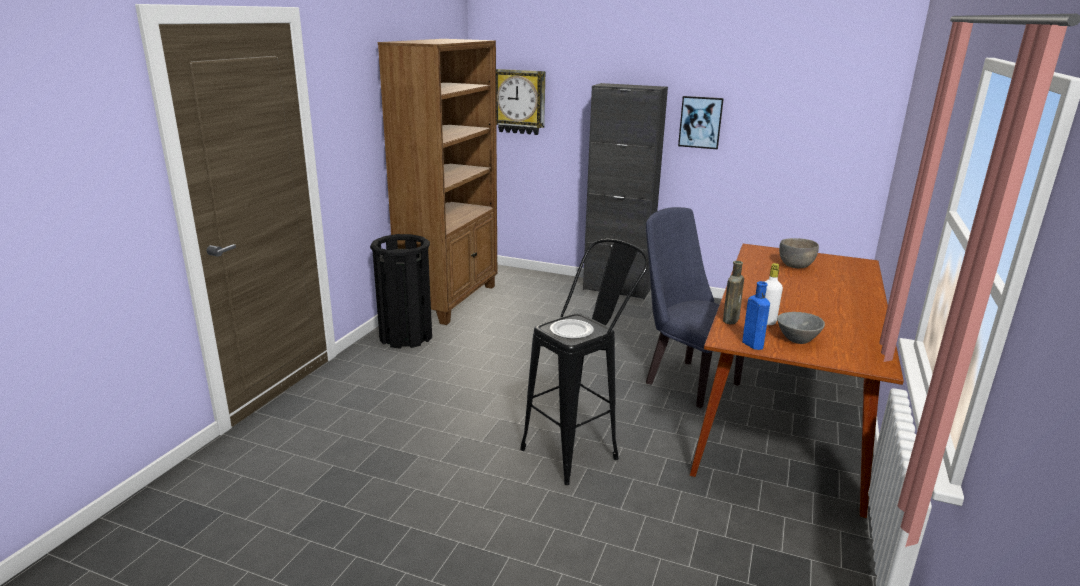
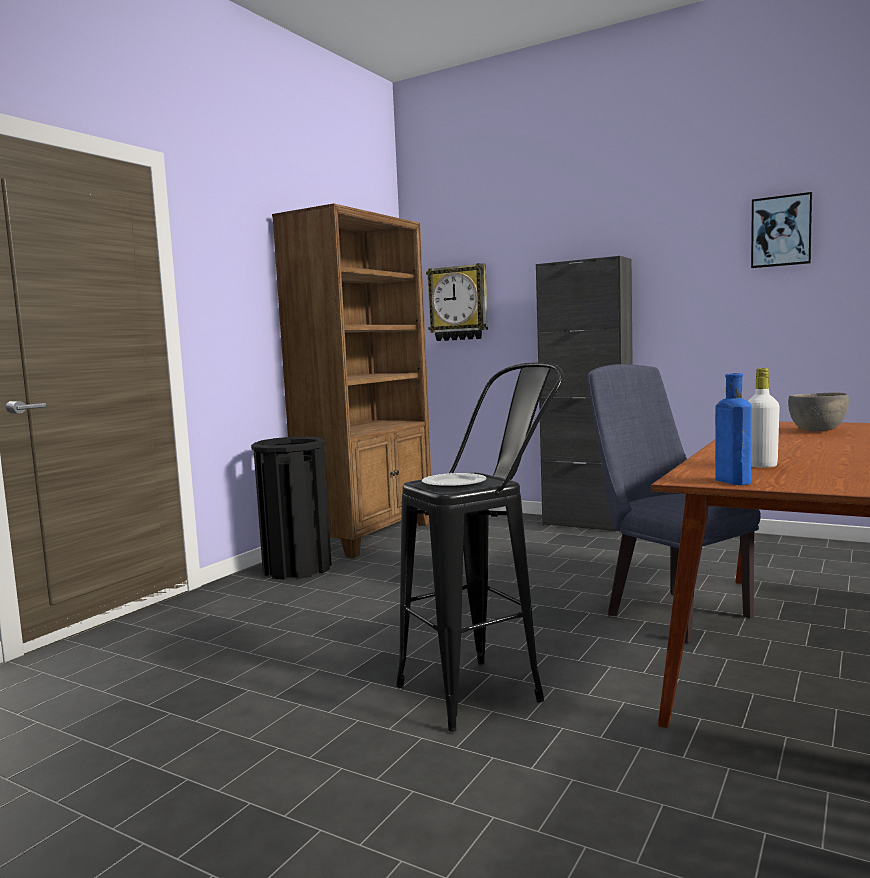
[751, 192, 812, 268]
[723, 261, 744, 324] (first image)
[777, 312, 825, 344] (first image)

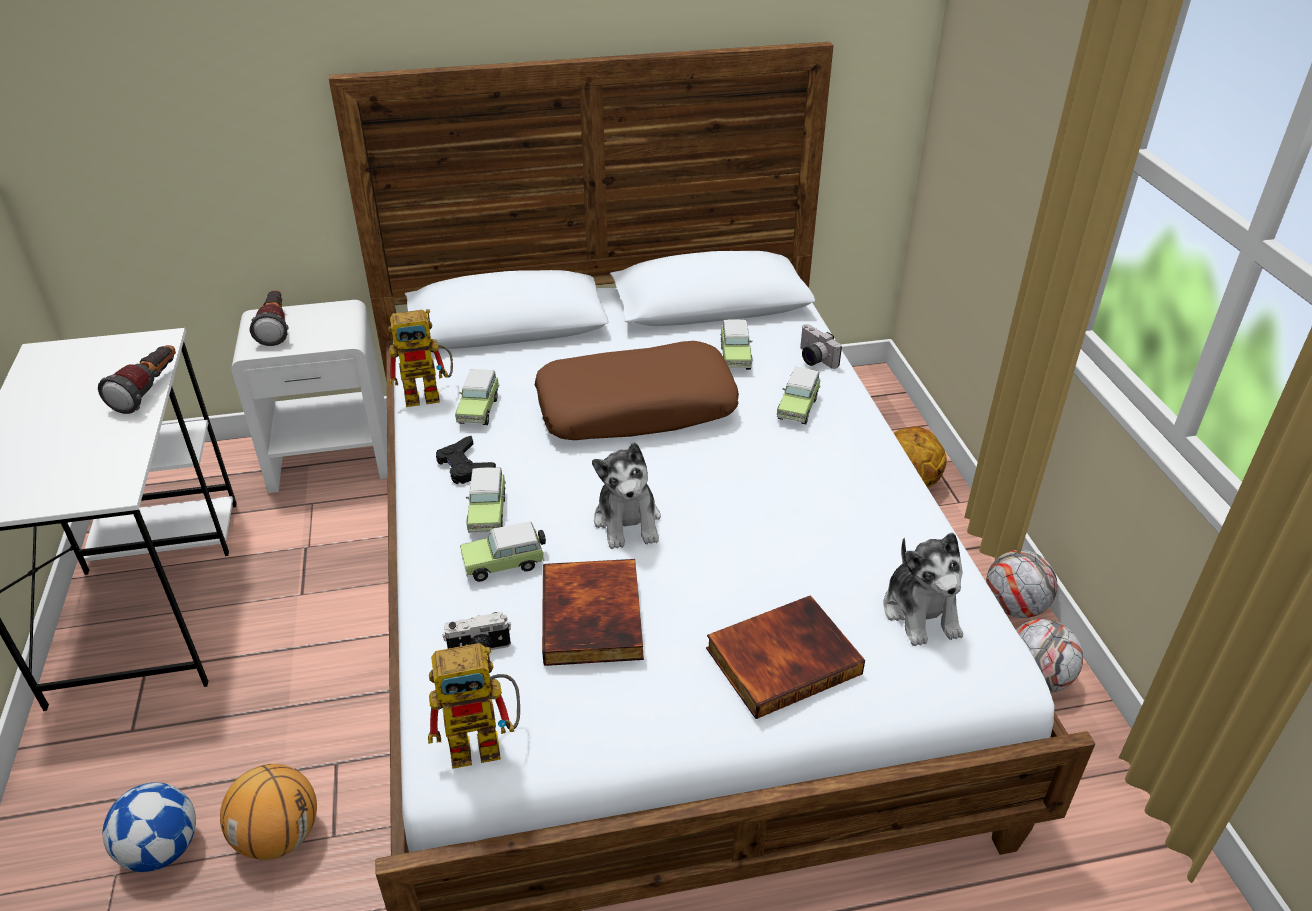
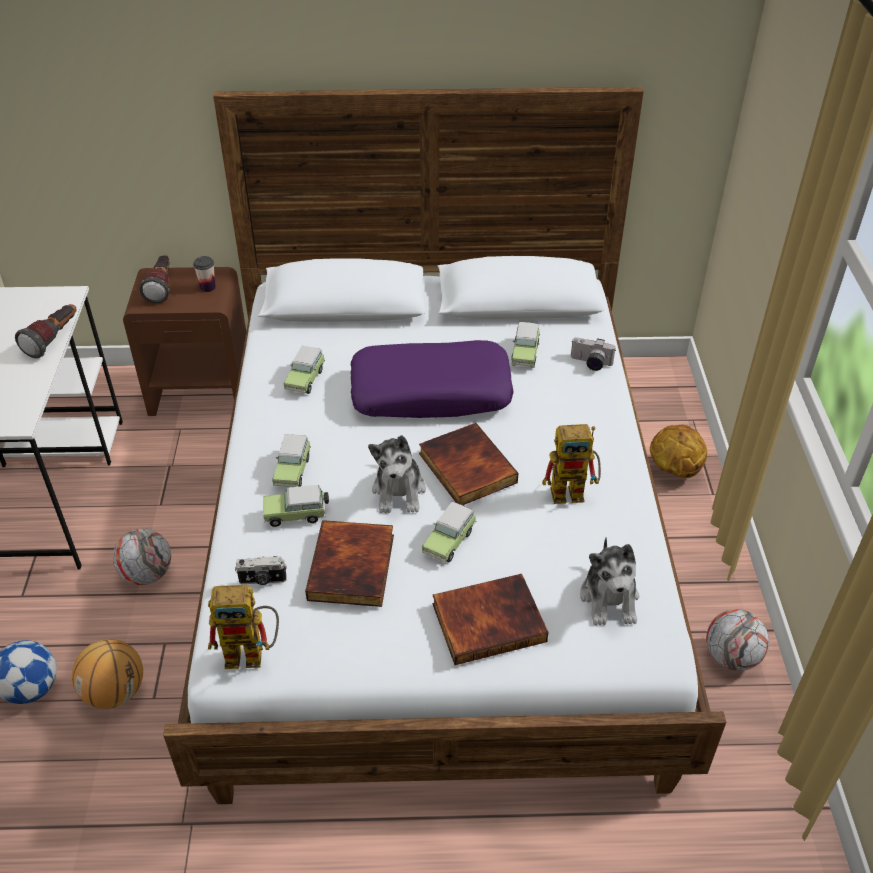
[113, 529, 171, 585]
[123, 267, 246, 416]
[193, 256, 216, 292]
[351, 340, 514, 418]
[419, 423, 518, 505]
[422, 502, 476, 563]
[542, 424, 601, 504]
[571, 337, 616, 371]
[436, 436, 496, 484] (first image)

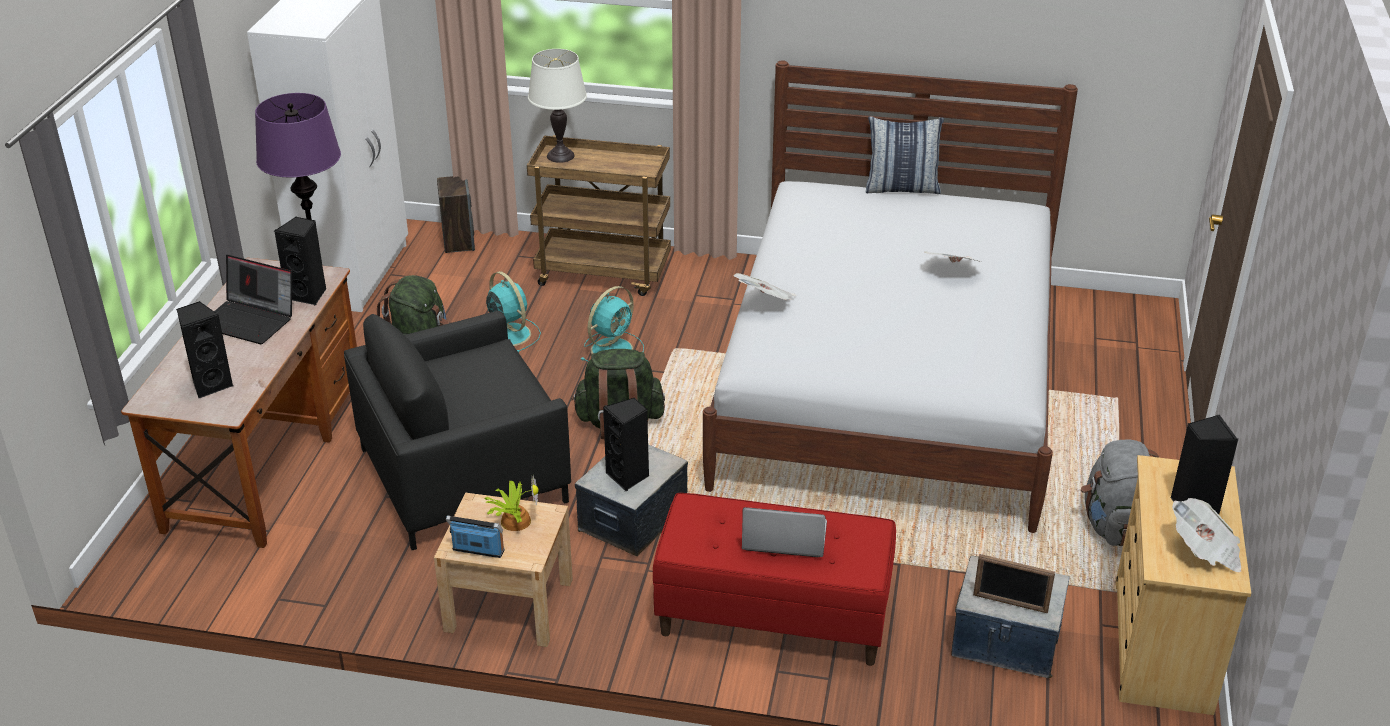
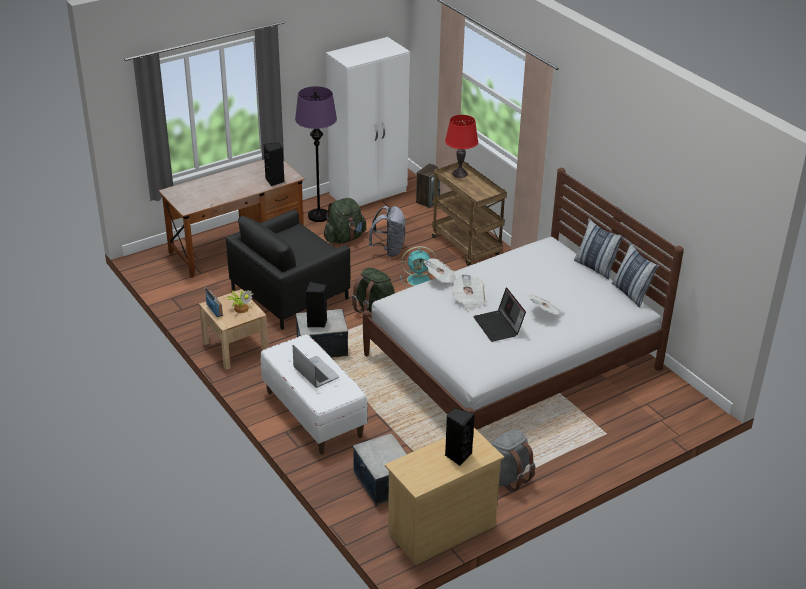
[226, 209, 350, 330]
[260, 334, 367, 454]
[369, 206, 406, 257]
[445, 115, 478, 178]
[452, 274, 486, 312]
[473, 287, 526, 342]
[612, 242, 659, 308]
[176, 301, 234, 398] (first image)
[973, 554, 1055, 614] (first image)

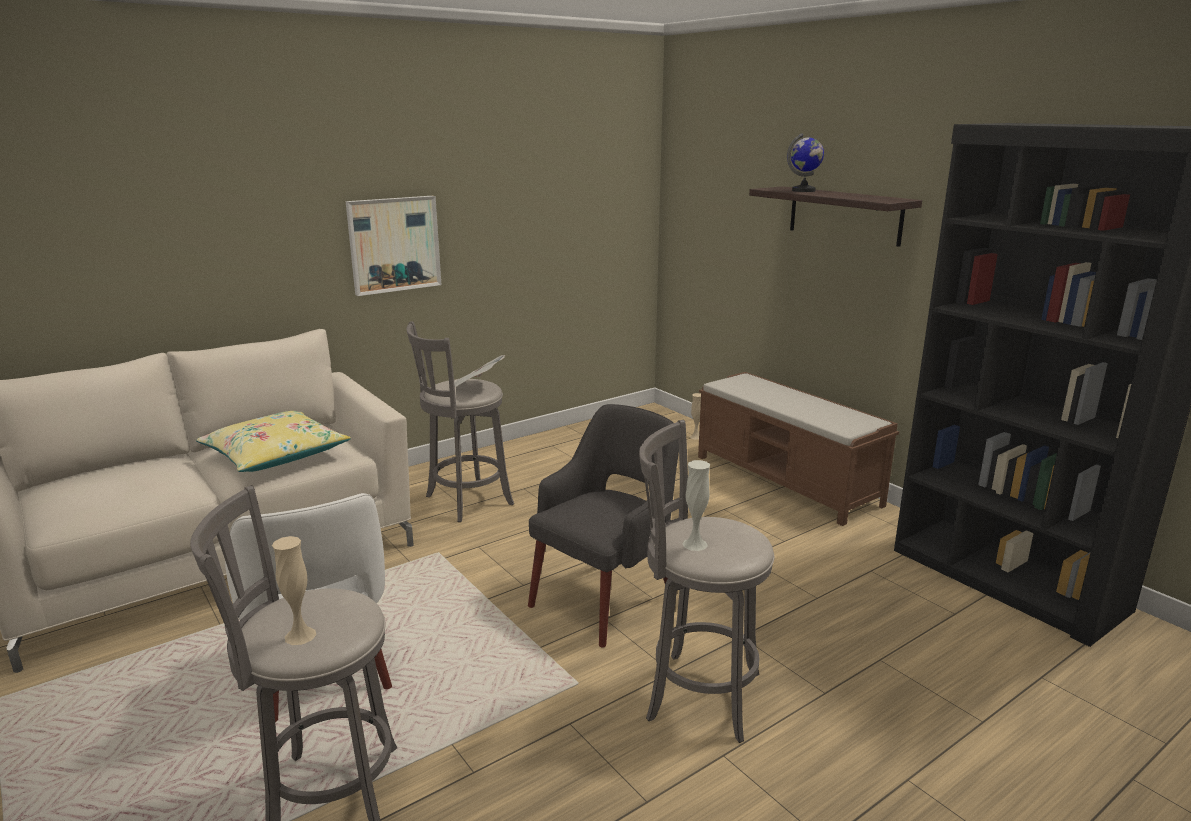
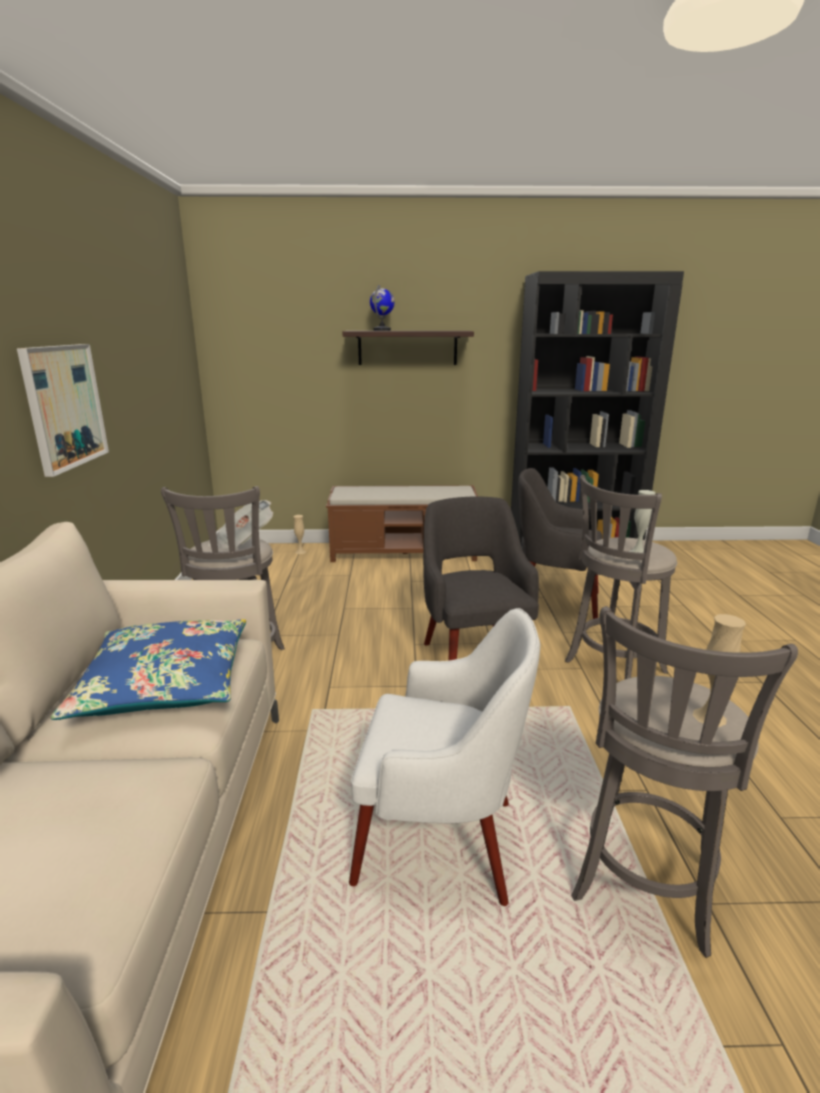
[51, 619, 246, 720]
[518, 468, 602, 619]

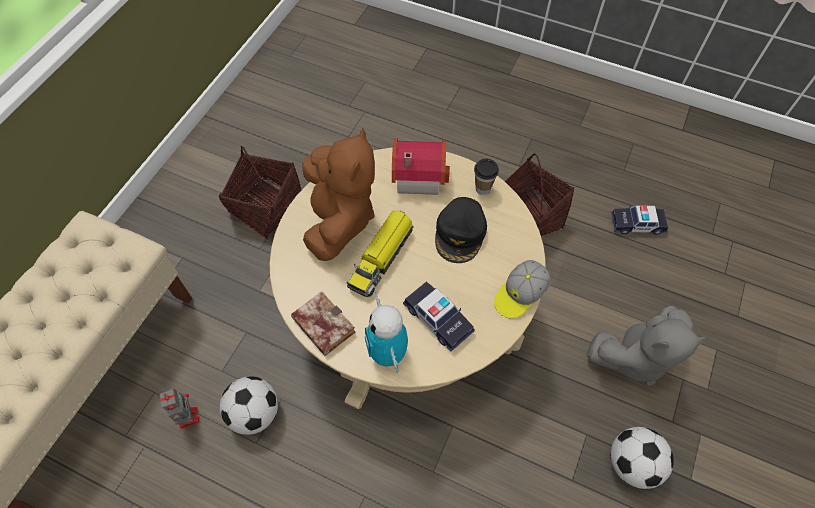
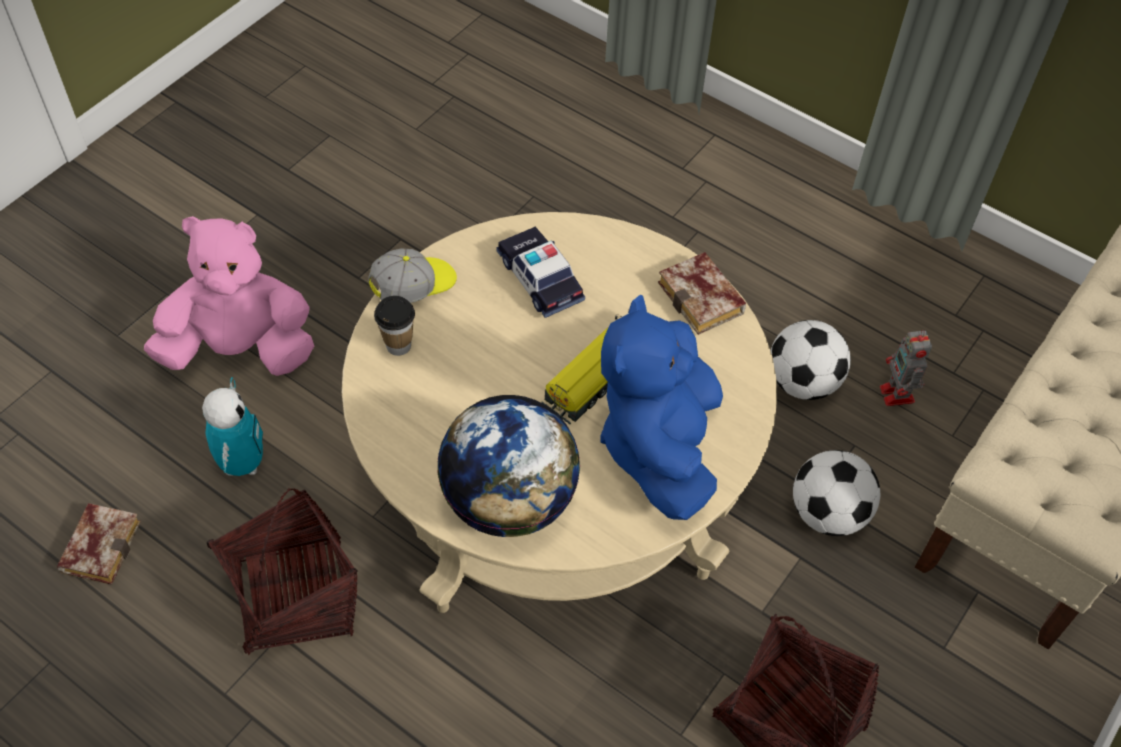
[57, 503, 141, 585]
[144, 216, 314, 376]
[202, 377, 263, 476]
[374, 296, 415, 356]
[437, 395, 580, 537]
[600, 295, 723, 520]
[793, 450, 880, 536]
[435, 197, 487, 263] (first image)

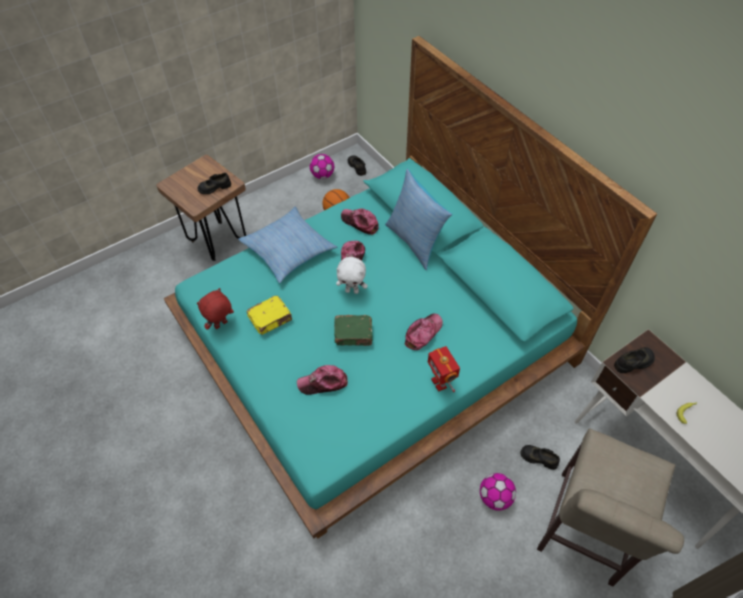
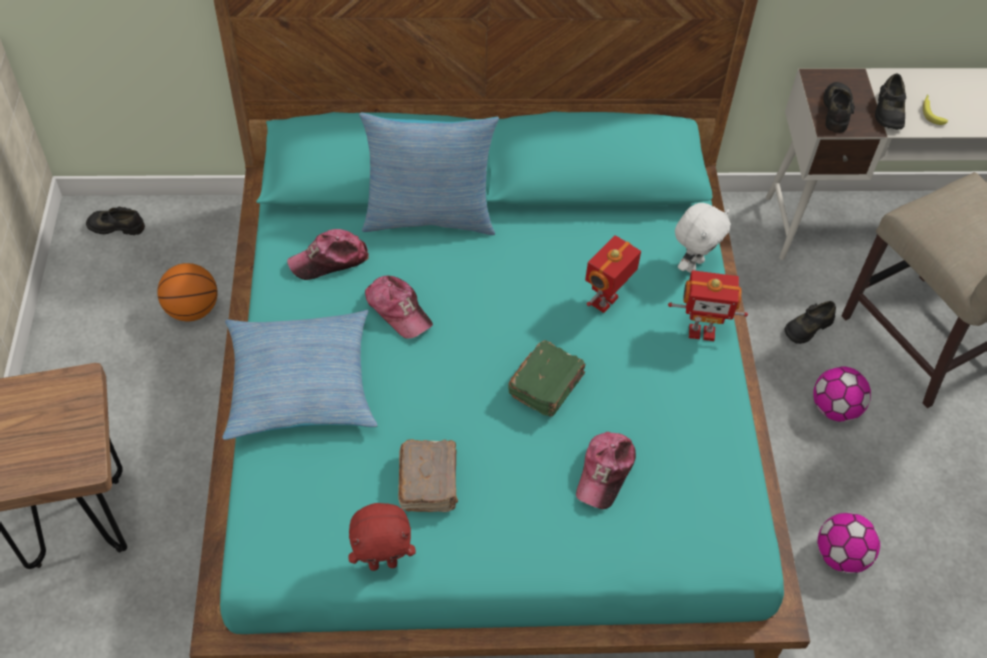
[348, 503, 416, 571]
[398, 439, 458, 512]
[585, 235, 641, 313]
[675, 203, 731, 273]
[818, 512, 880, 574]
[875, 73, 906, 130]

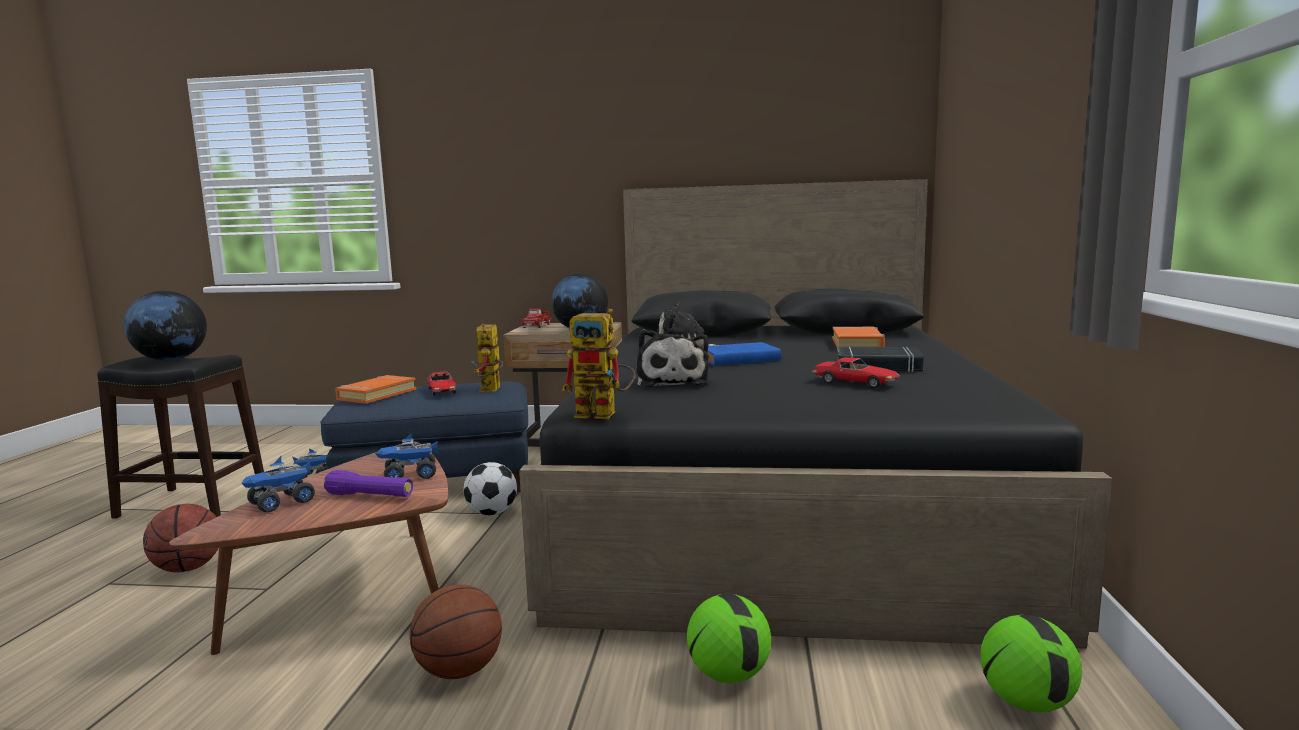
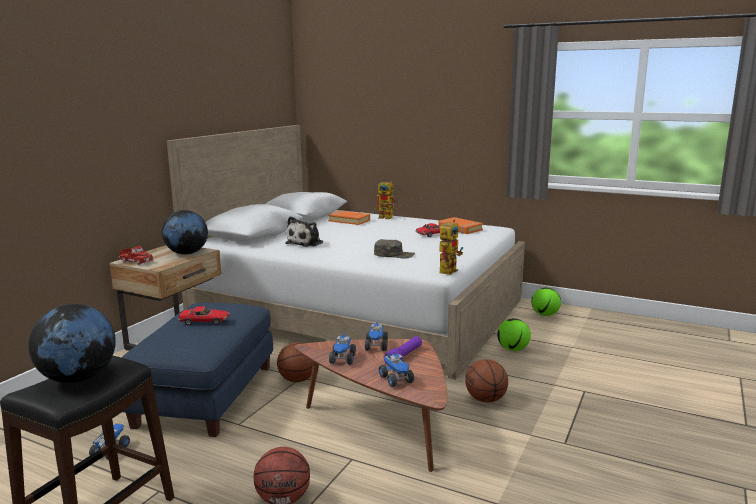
[167, 125, 525, 380]
[277, 342, 313, 382]
[329, 333, 356, 365]
[374, 239, 415, 259]
[375, 181, 401, 219]
[438, 217, 483, 234]
[707, 342, 781, 366] (first image)
[837, 346, 924, 372] (first image)

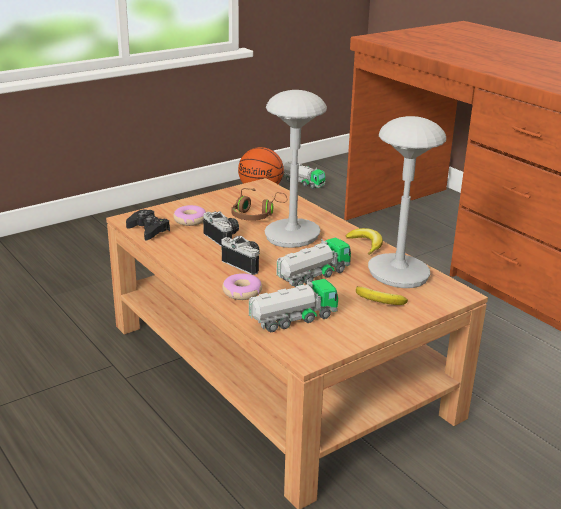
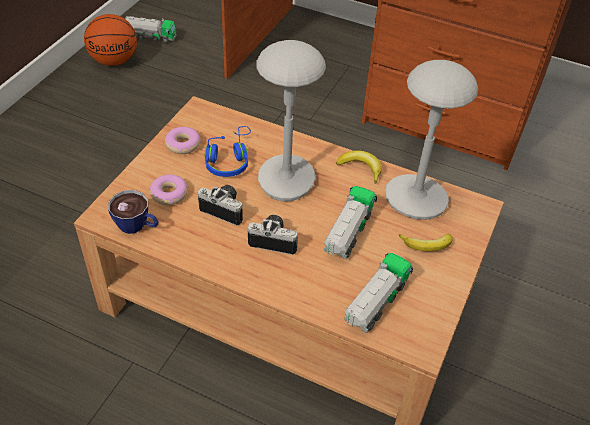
[108, 190, 158, 234]
[165, 127, 201, 154]
[205, 126, 251, 177]

